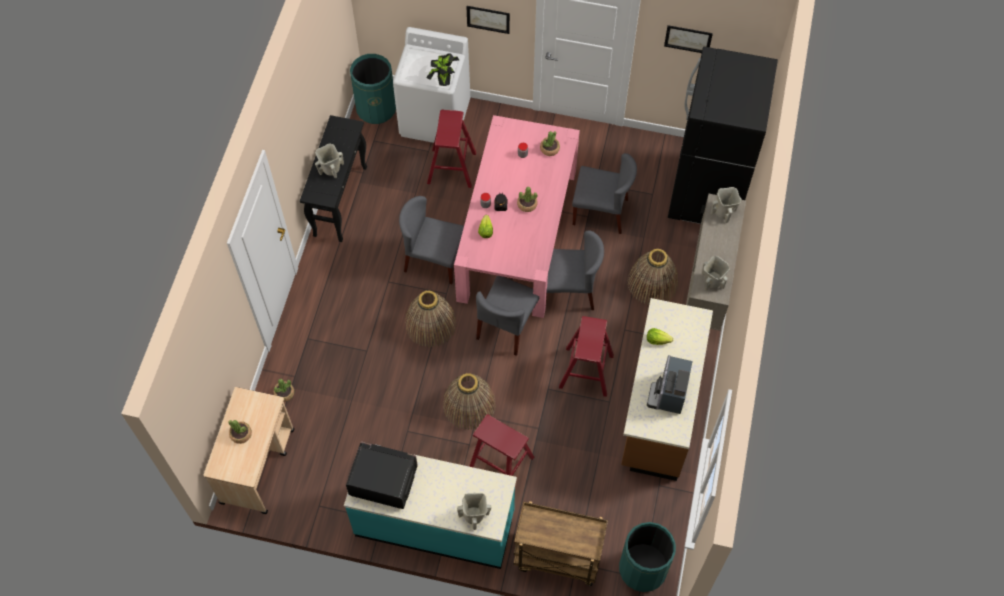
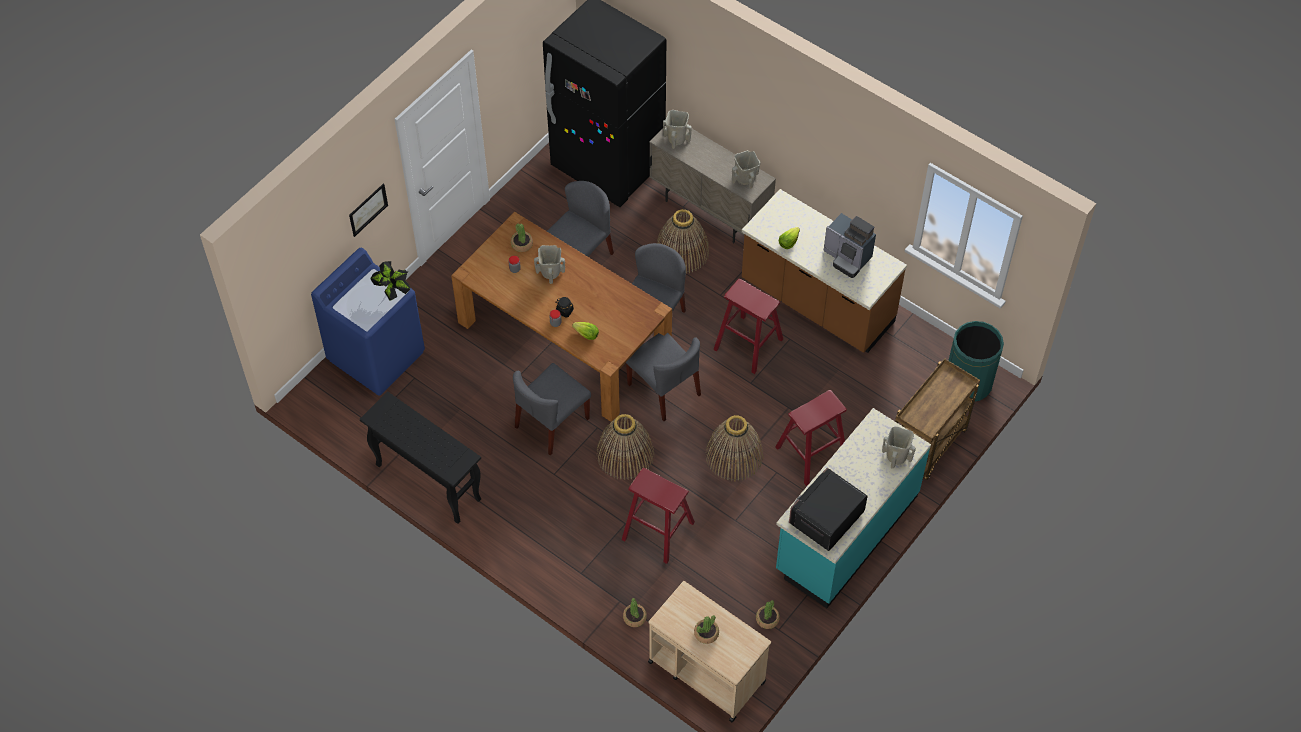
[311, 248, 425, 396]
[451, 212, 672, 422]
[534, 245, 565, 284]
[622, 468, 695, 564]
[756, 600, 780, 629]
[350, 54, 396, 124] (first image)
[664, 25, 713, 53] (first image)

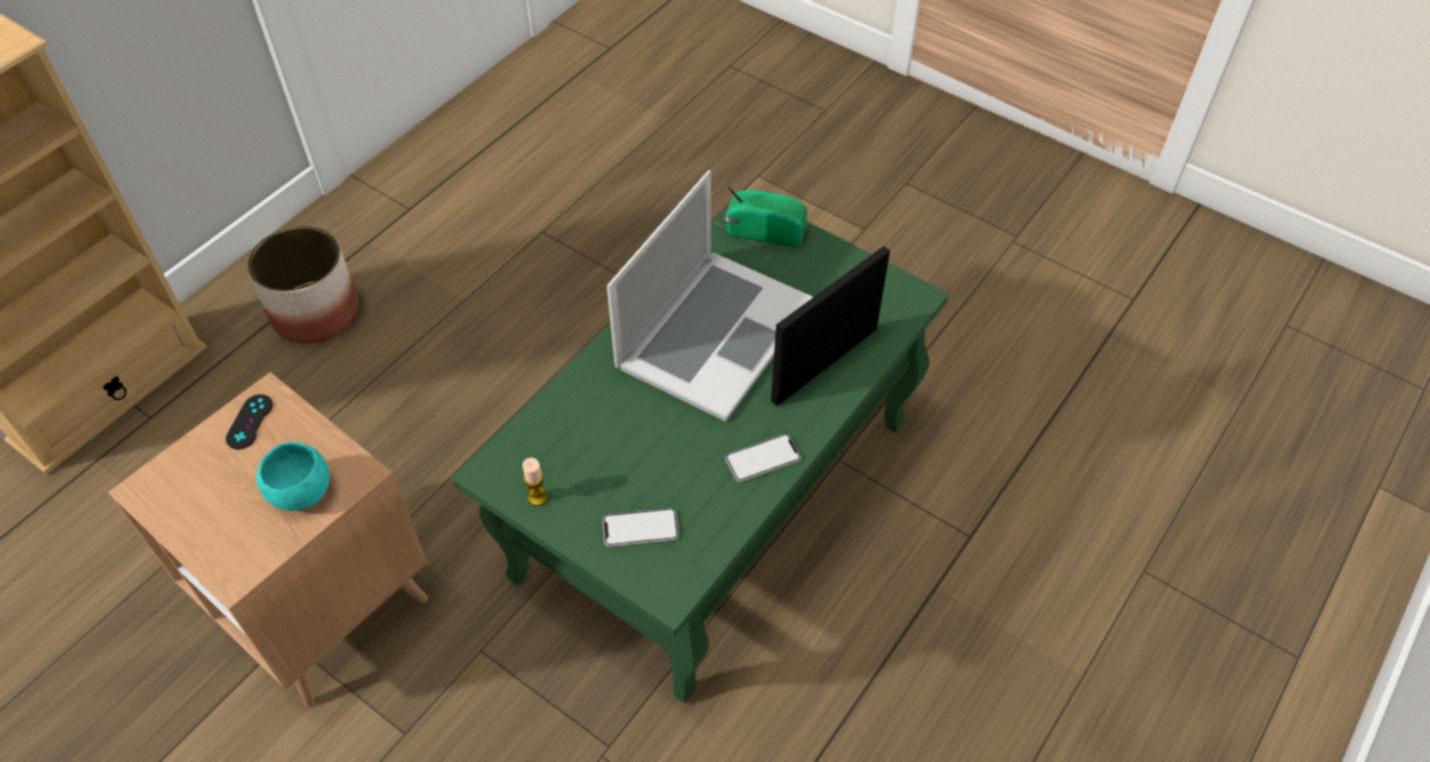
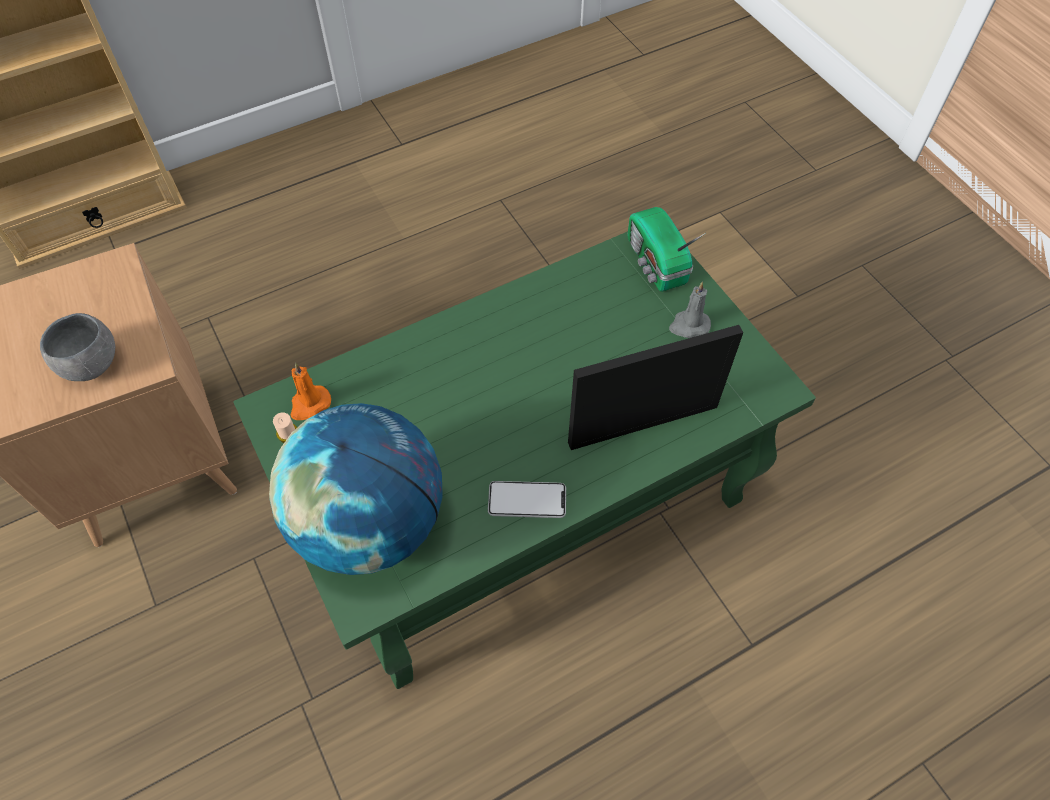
[40, 313, 115, 381]
[269, 403, 443, 575]
[291, 363, 331, 420]
[628, 207, 706, 291]
[669, 281, 711, 338]
[226, 394, 273, 449] (first image)
[248, 226, 359, 343] (first image)
[607, 170, 813, 422] (first image)

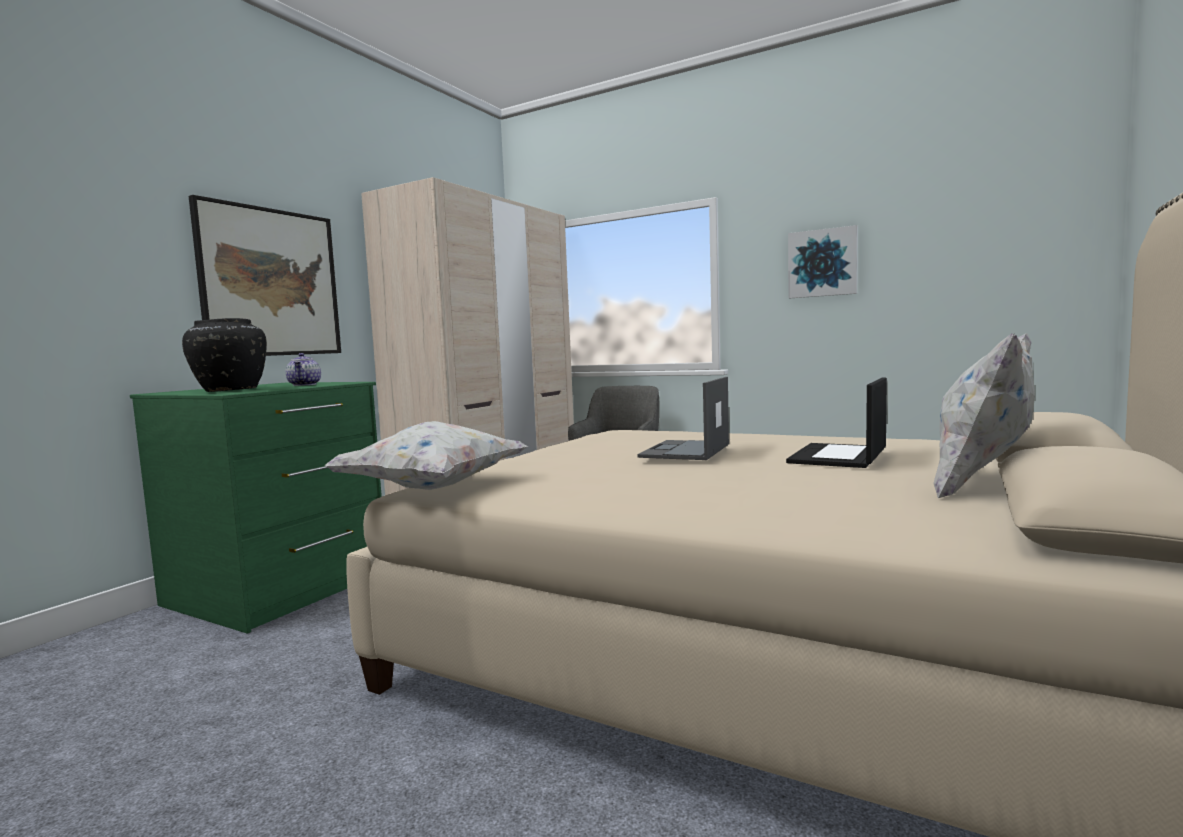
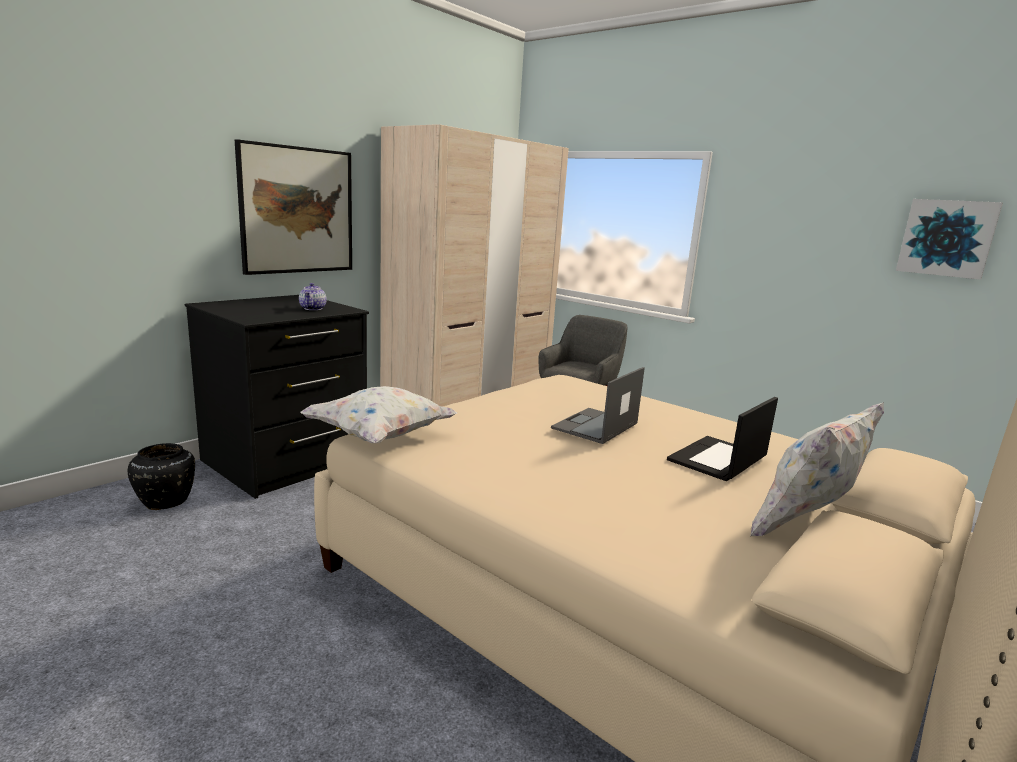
[128, 443, 195, 510]
[185, 295, 369, 499]
[896, 199, 1003, 280]

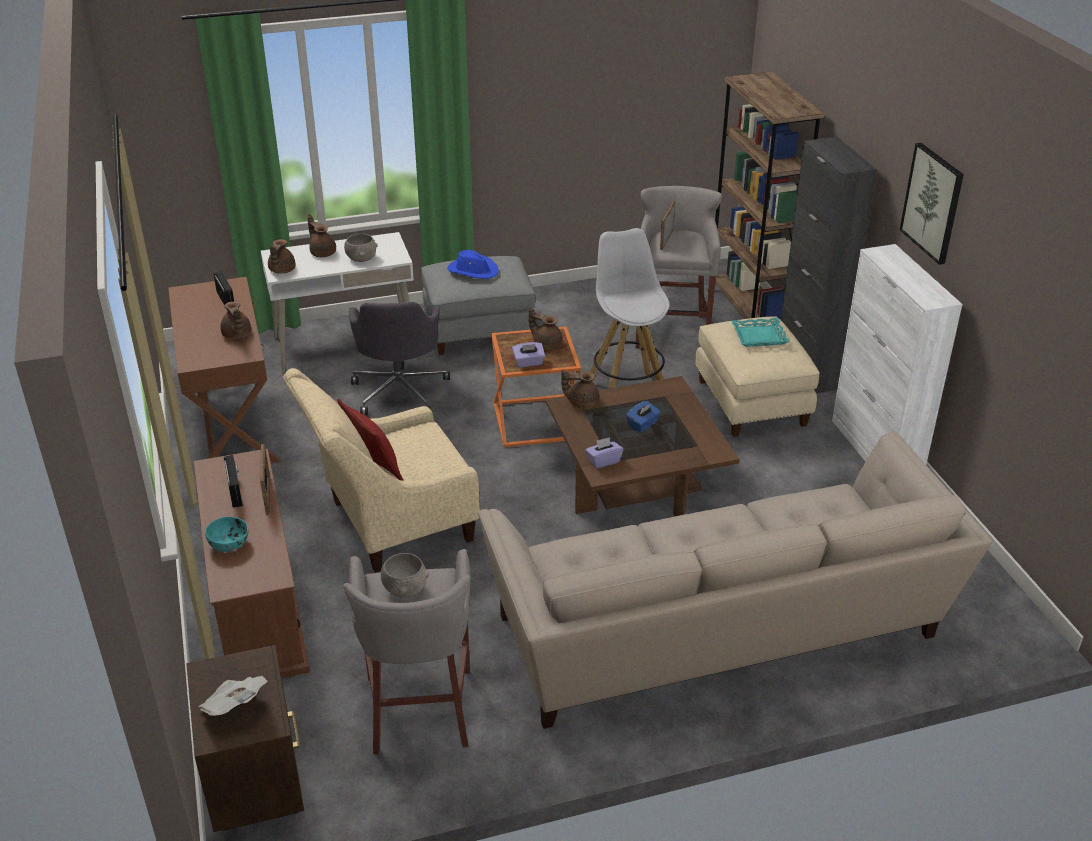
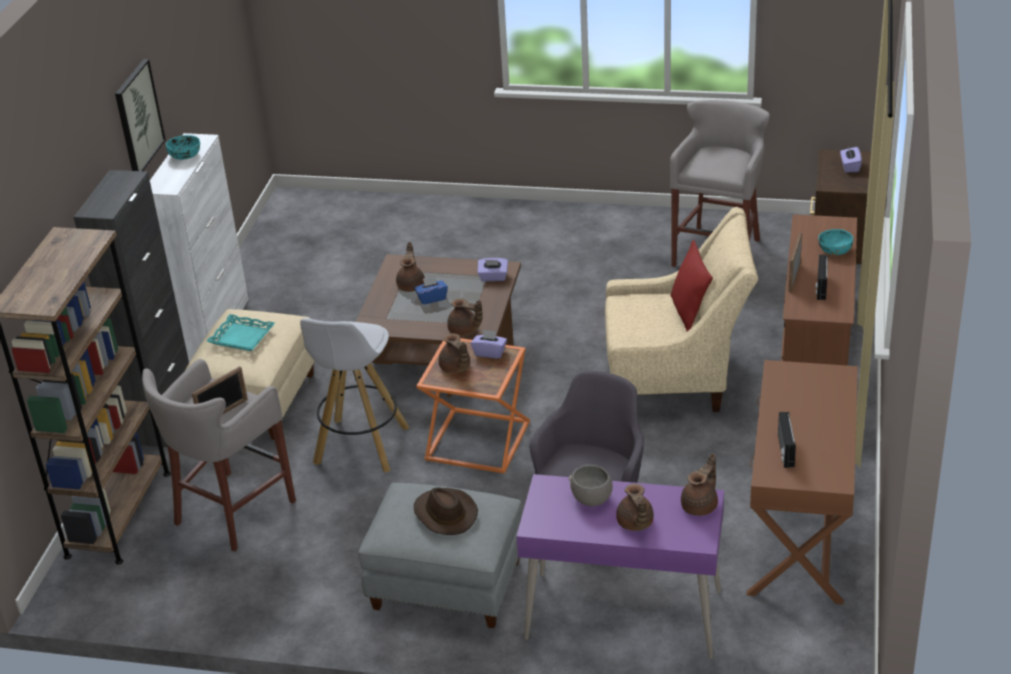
[166, 135, 200, 160]
[396, 242, 425, 292]
[414, 487, 478, 535]
[516, 474, 724, 659]
[840, 146, 862, 172]
[381, 553, 429, 598] (first image)
[478, 432, 992, 729] (first image)

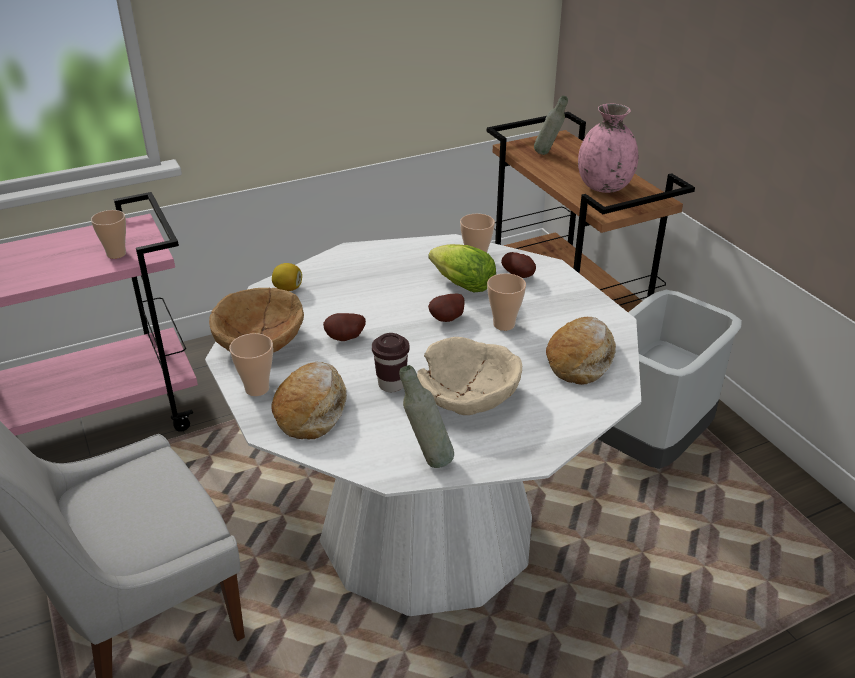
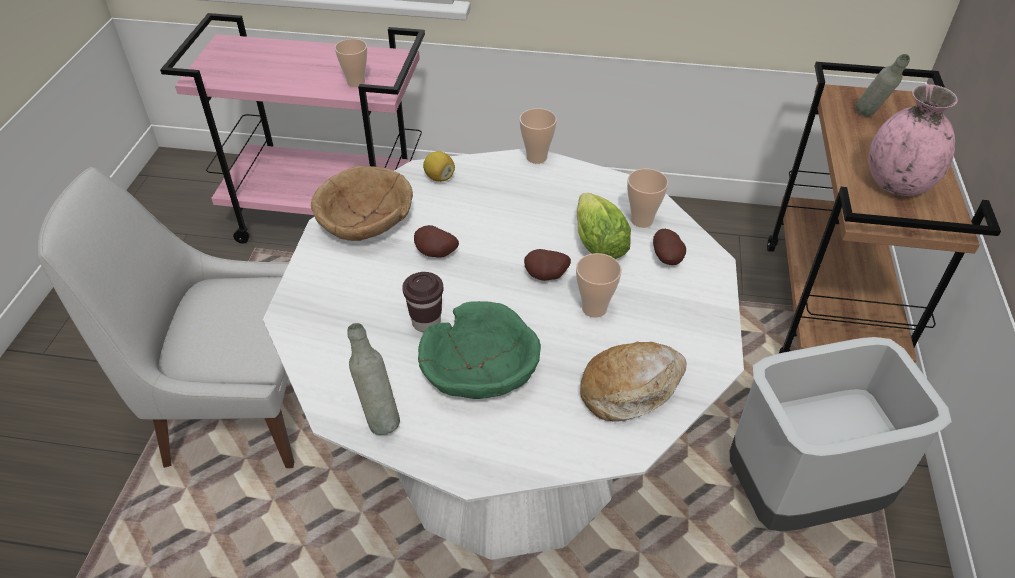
[418, 301, 541, 399]
[520, 108, 557, 164]
[271, 362, 347, 439] (first image)

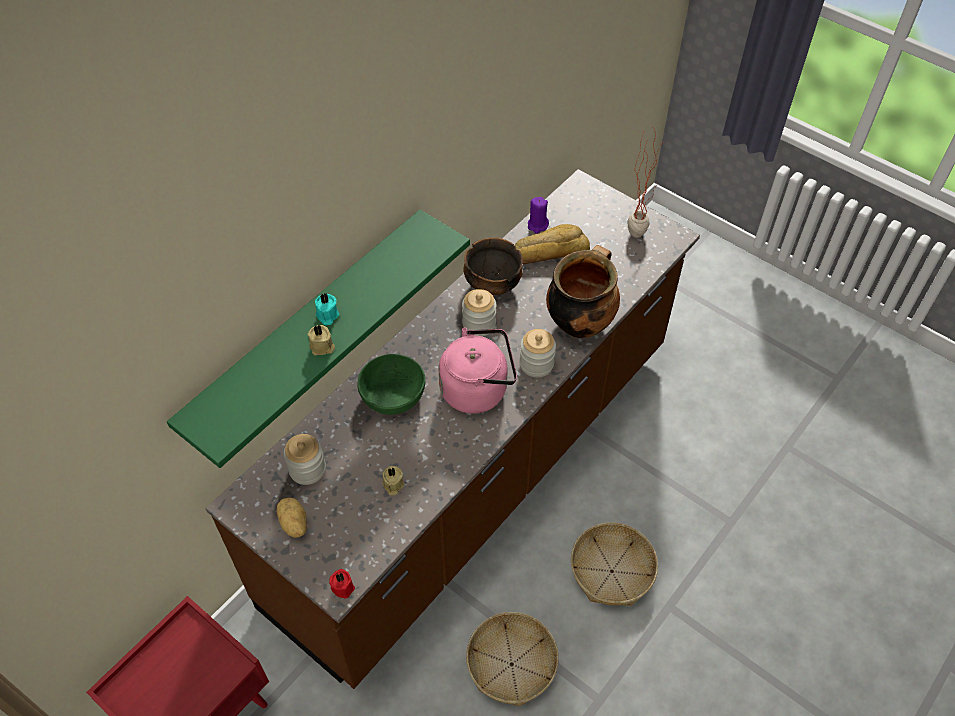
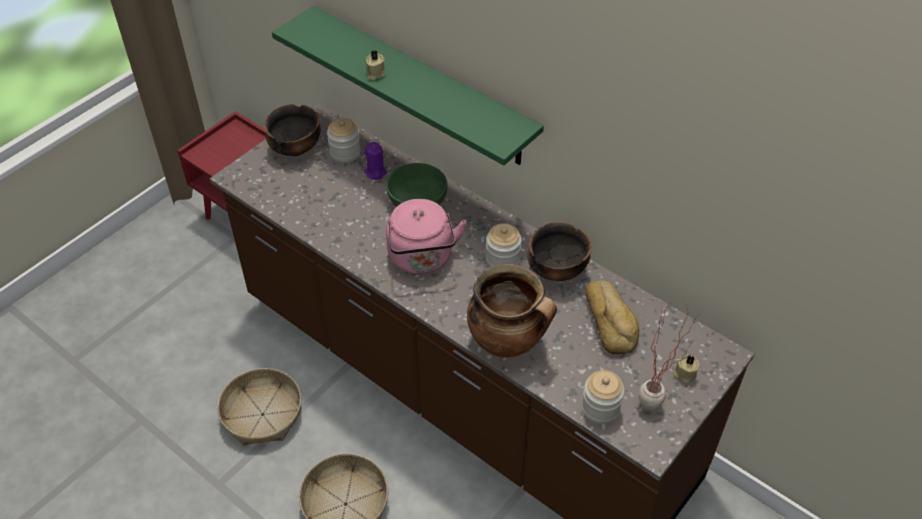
[264, 104, 321, 156]
[364, 142, 387, 180]
[581, 370, 624, 424]
[673, 355, 700, 383]
[315, 293, 339, 325] (first image)
[329, 569, 355, 598] (first image)

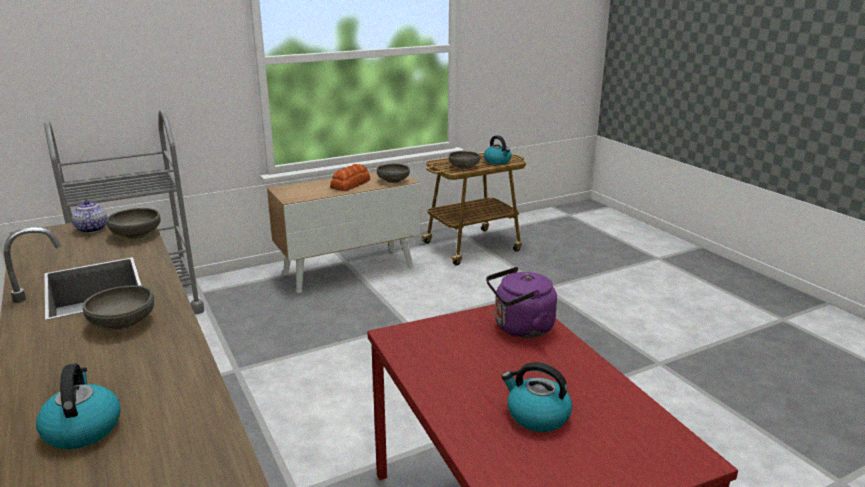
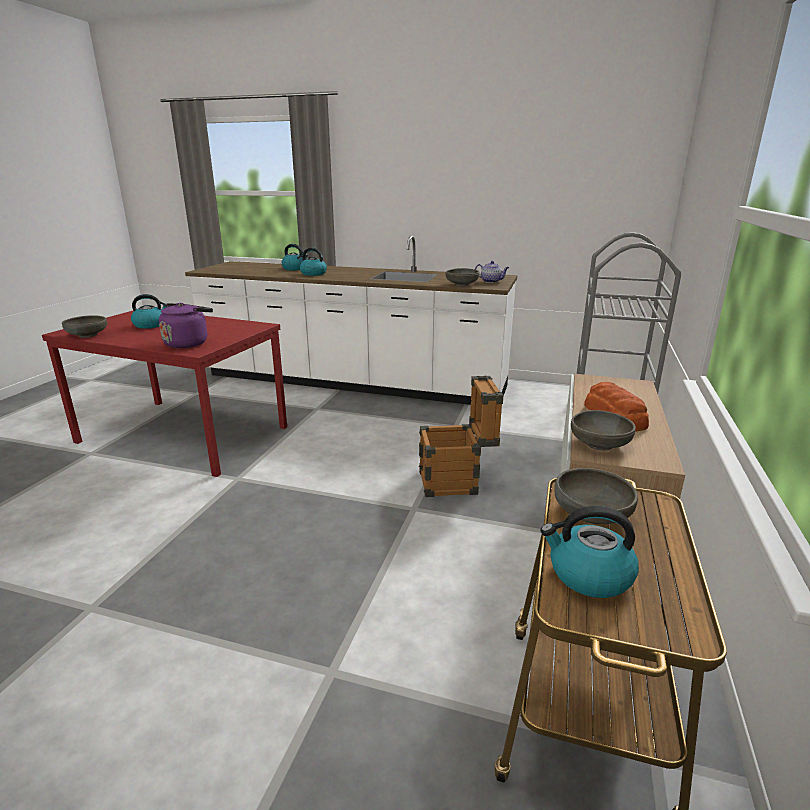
[62, 315, 107, 338]
[297, 248, 327, 276]
[419, 375, 503, 497]

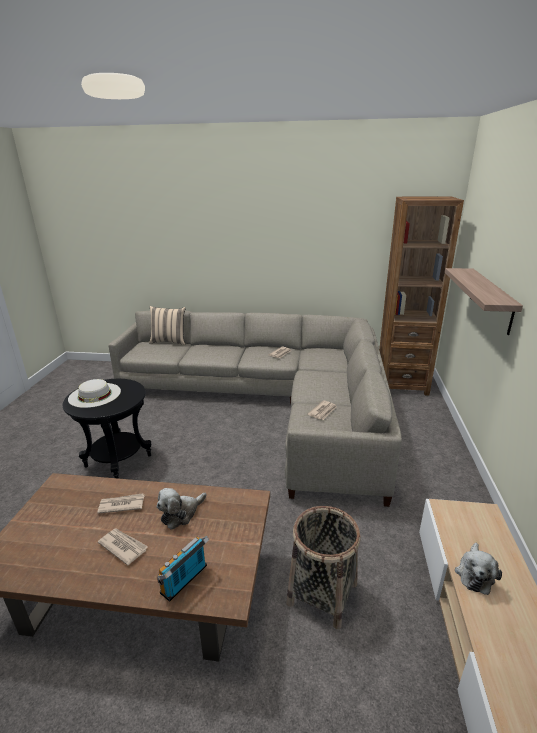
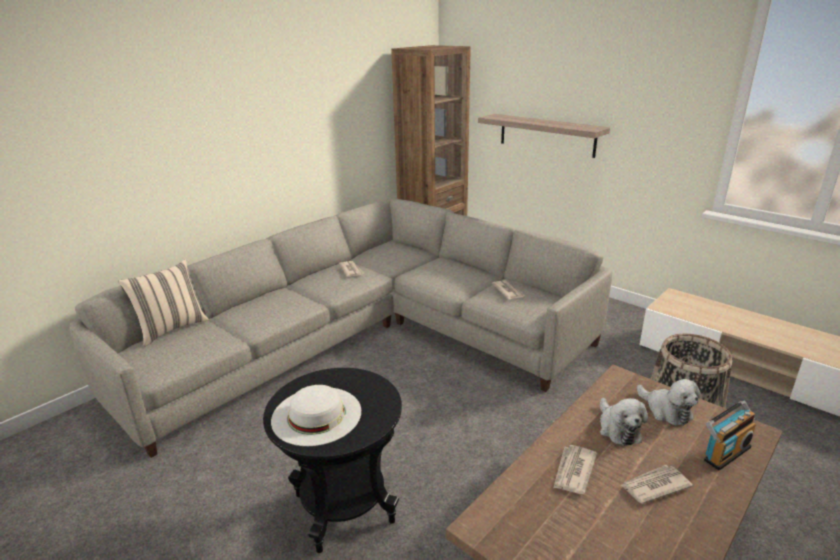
[637, 379, 700, 426]
[704, 401, 756, 471]

